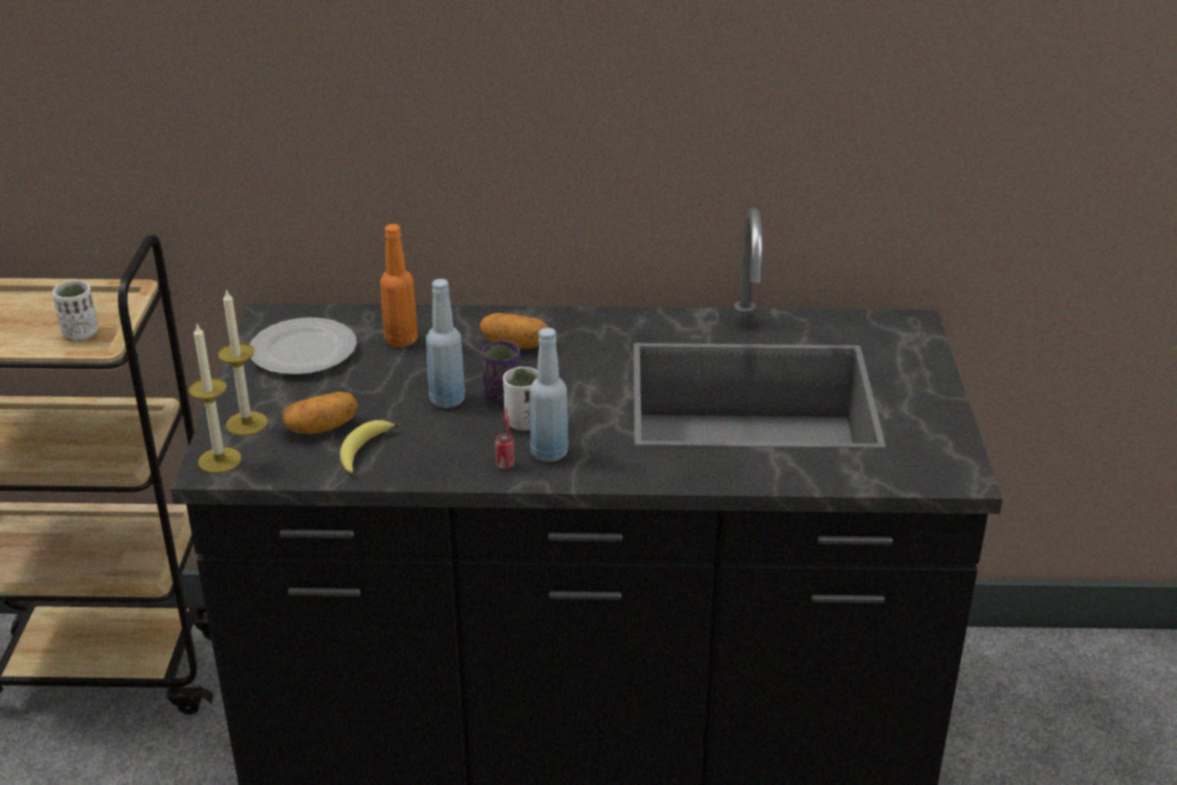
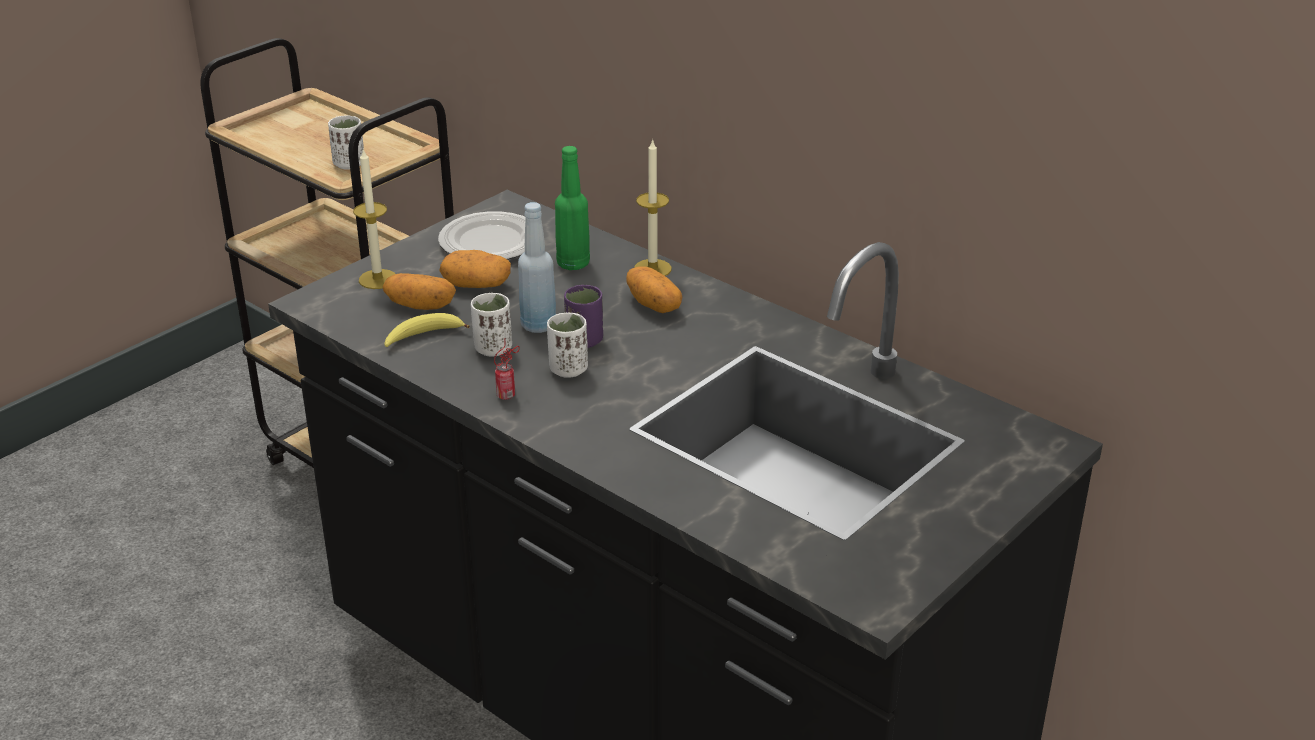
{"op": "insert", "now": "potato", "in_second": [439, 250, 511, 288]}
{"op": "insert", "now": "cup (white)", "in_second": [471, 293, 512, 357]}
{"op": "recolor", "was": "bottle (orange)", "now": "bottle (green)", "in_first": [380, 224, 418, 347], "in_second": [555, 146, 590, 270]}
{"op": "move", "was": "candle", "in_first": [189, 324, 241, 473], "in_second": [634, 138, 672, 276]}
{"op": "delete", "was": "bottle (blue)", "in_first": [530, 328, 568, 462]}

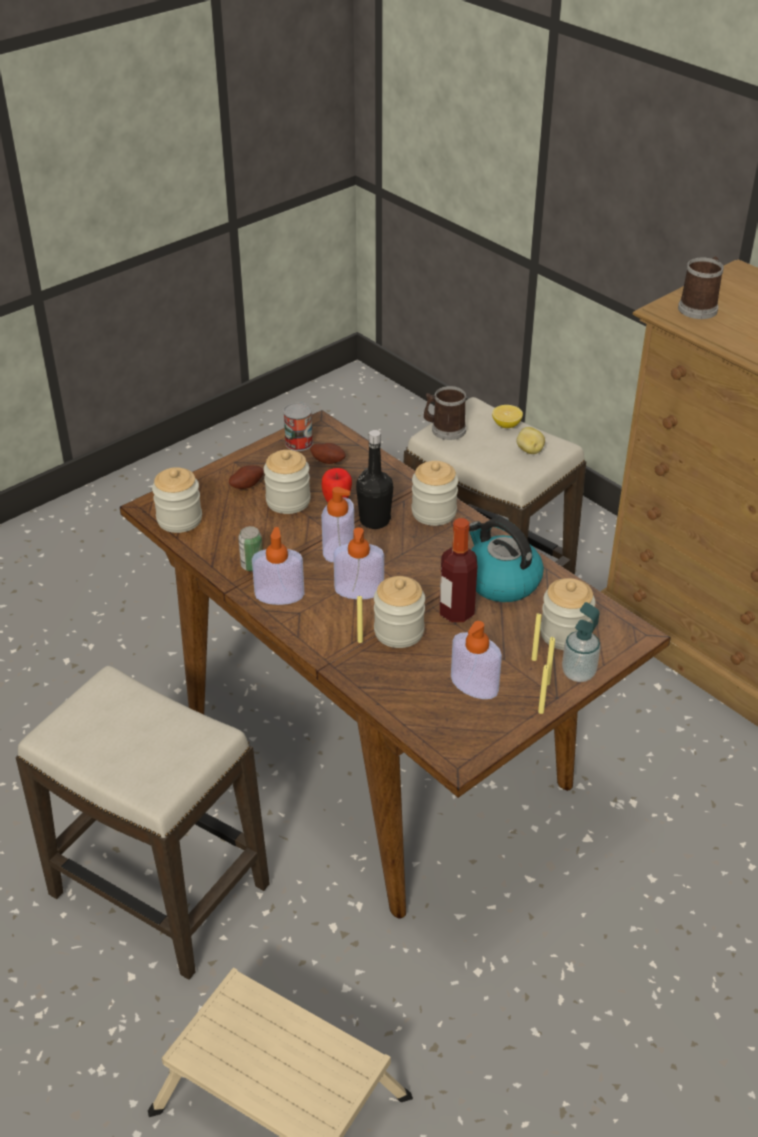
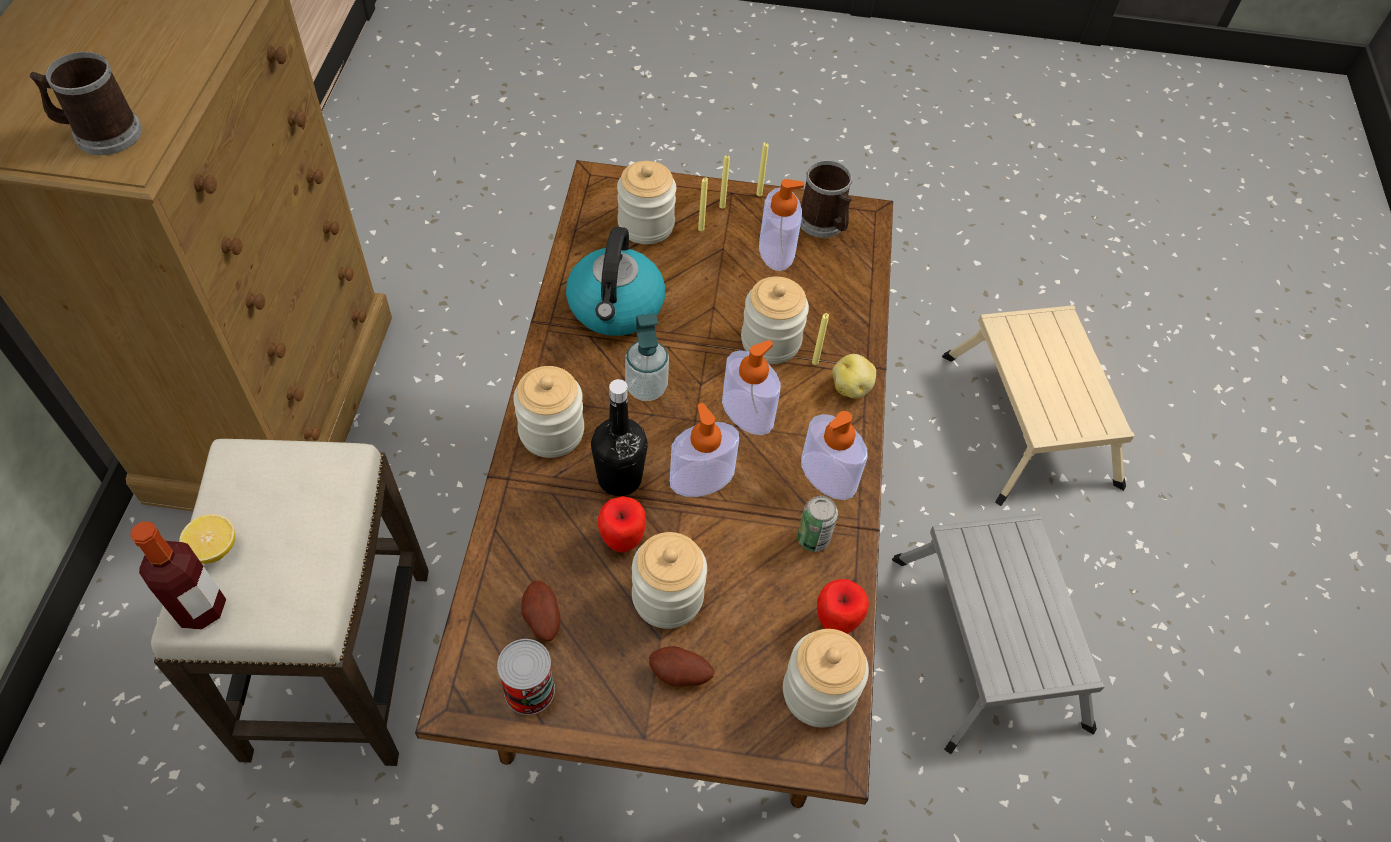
{"op": "move", "was": "bottle", "in_first": [439, 518, 478, 622], "in_second": [130, 521, 226, 630]}
{"op": "move", "was": "soap dispenser", "in_first": [562, 602, 601, 682], "in_second": [625, 314, 669, 401]}
{"op": "move", "was": "mug", "in_first": [424, 386, 467, 440], "in_second": [800, 160, 852, 238]}
{"op": "insert", "now": "apple", "in_second": [817, 579, 869, 634]}
{"op": "move", "was": "potato", "in_first": [517, 427, 545, 454], "in_second": [832, 354, 876, 399]}
{"op": "replace", "was": "stool", "now": "step ladder (grey)", "in_first": [16, 666, 270, 980], "in_second": [892, 514, 1105, 754]}

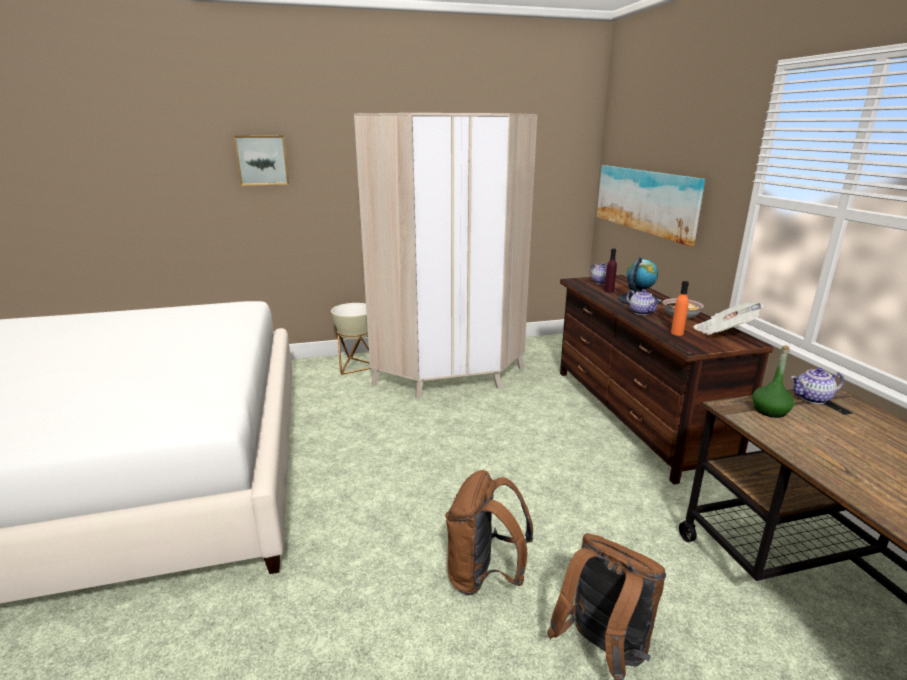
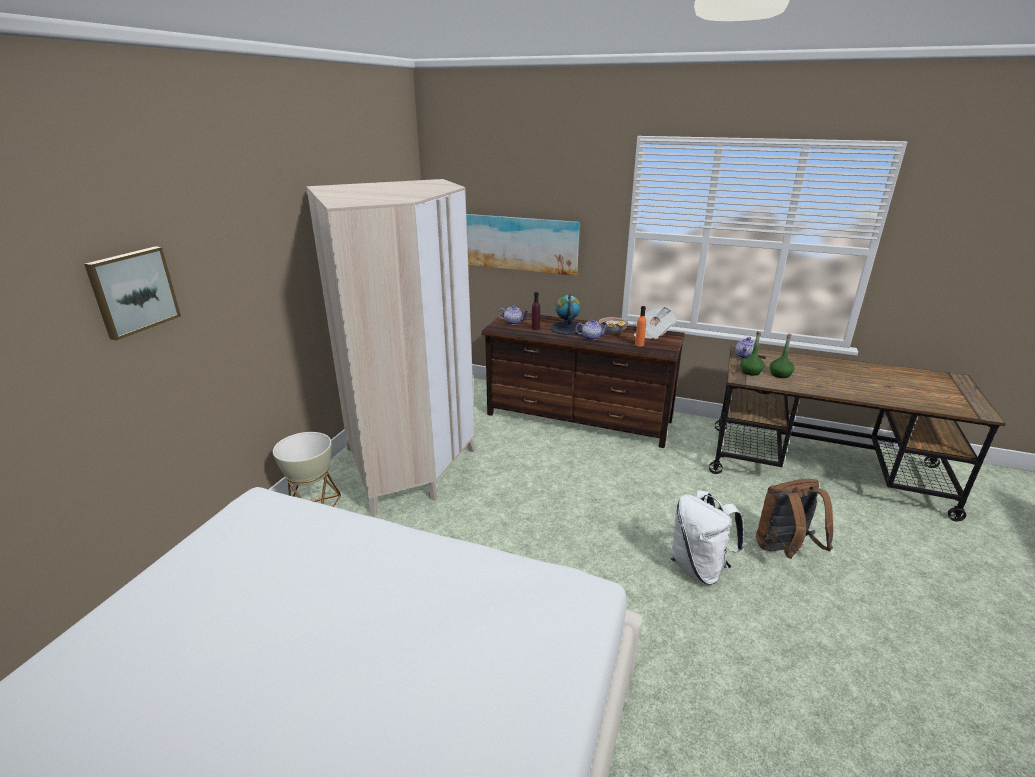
{"op": "recolor", "was": "backpack (brown)", "now": "backpack (white)", "in_first": [445, 470, 533, 595], "in_second": [670, 490, 744, 585]}
{"op": "insert", "now": "bottle (green)", "in_second": [770, 334, 794, 378]}

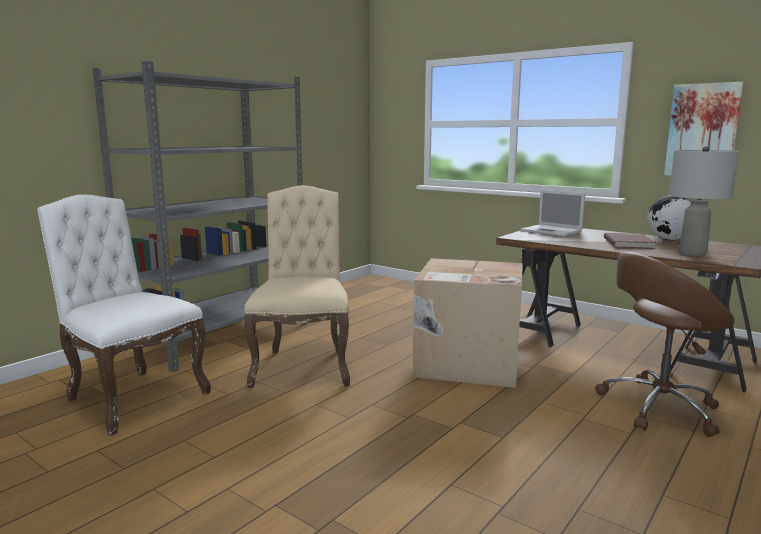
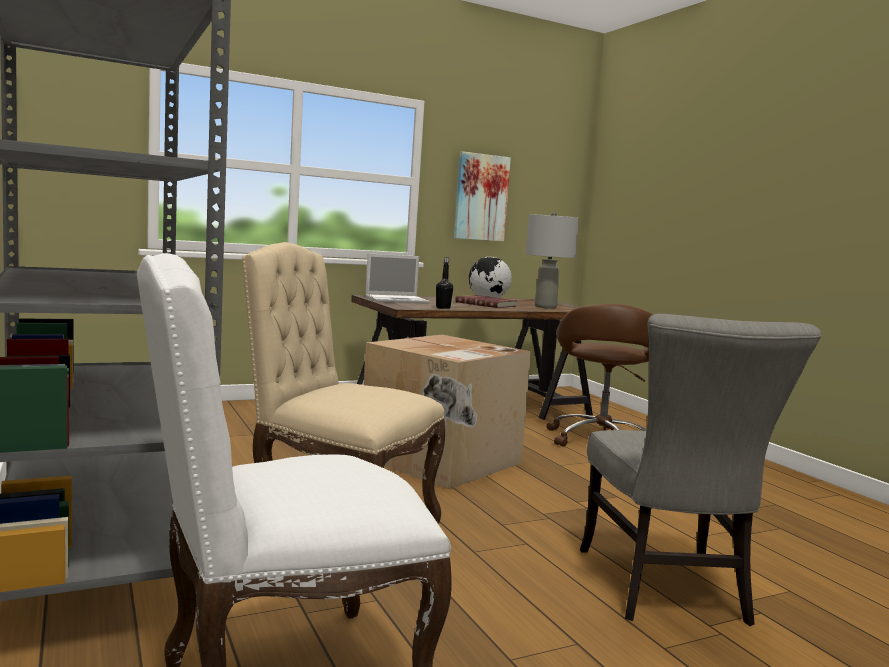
{"op": "insert", "now": "bottle (black)", "in_second": [436, 257, 453, 309]}
{"op": "insert", "now": "chair (grey)", "in_second": [580, 314, 822, 626]}

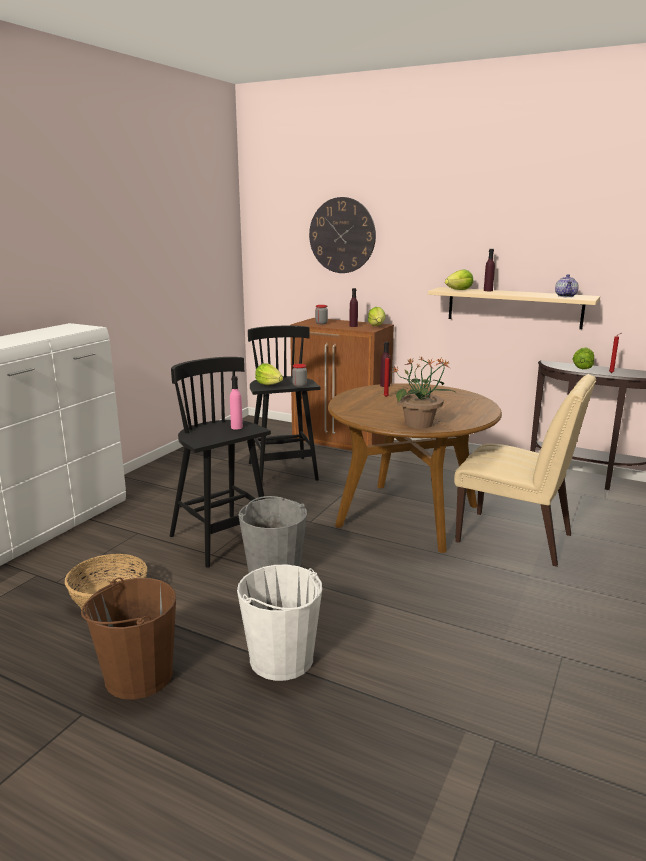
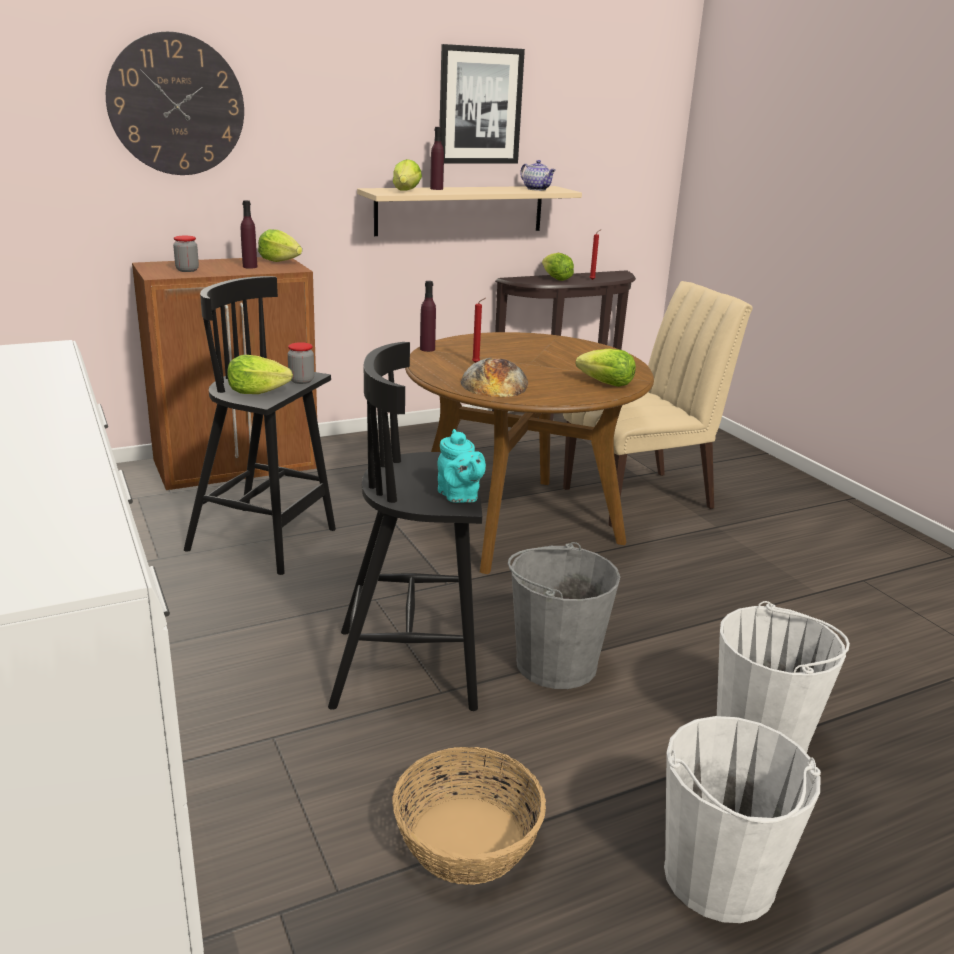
{"op": "insert", "now": "teapot (turquoise)", "in_second": [437, 429, 486, 503]}
{"op": "insert", "now": "picture", "in_second": [439, 44, 525, 164]}
{"op": "insert", "now": "bread", "in_second": [461, 358, 529, 397]}
{"op": "replace", "was": "potted plant", "now": "lettuce", "in_first": [392, 357, 456, 429], "in_second": [576, 349, 636, 387]}
{"op": "recolor", "was": "bucket (brown)", "now": "bucket (white)", "in_first": [81, 577, 176, 699], "in_second": [664, 716, 821, 923]}
{"op": "delete", "was": "bottle (pink)", "in_first": [230, 376, 243, 430]}

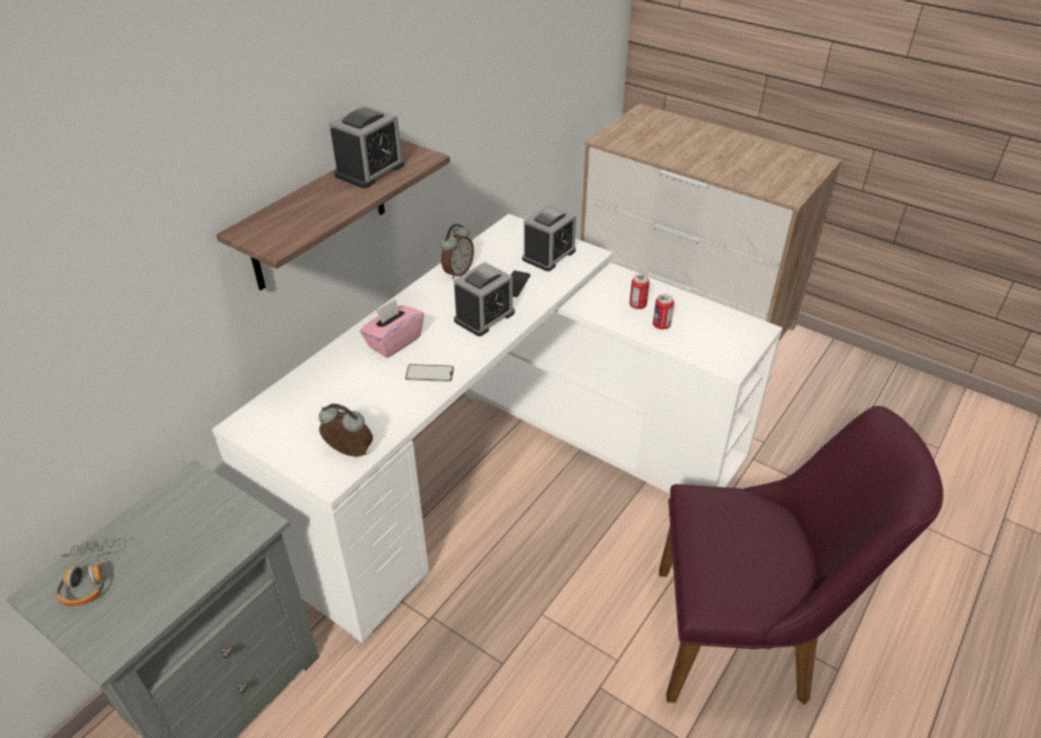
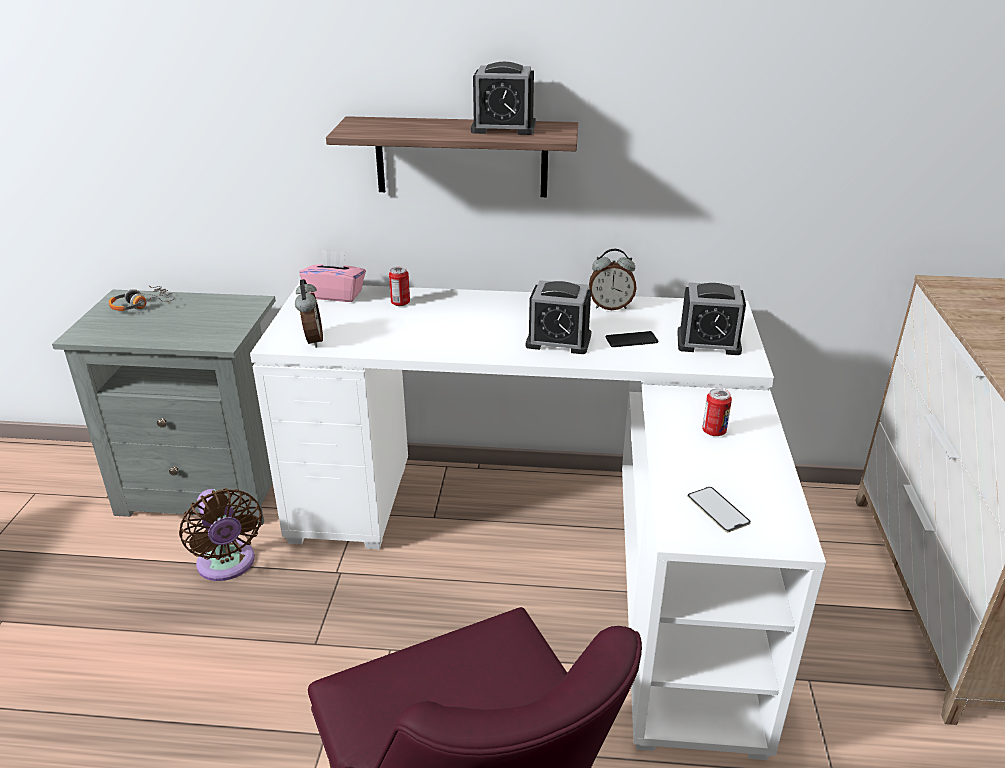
{"op": "insert", "now": "fan (brown)", "in_second": [179, 488, 262, 581]}
{"op": "move", "was": "tissue box (pink)", "in_first": [360, 299, 424, 358], "in_second": [299, 250, 366, 302]}
{"op": "move", "was": "can", "in_first": [653, 294, 674, 329], "in_second": [389, 267, 410, 306]}
{"op": "move", "was": "phone", "in_first": [405, 364, 454, 382], "in_second": [687, 487, 751, 532]}

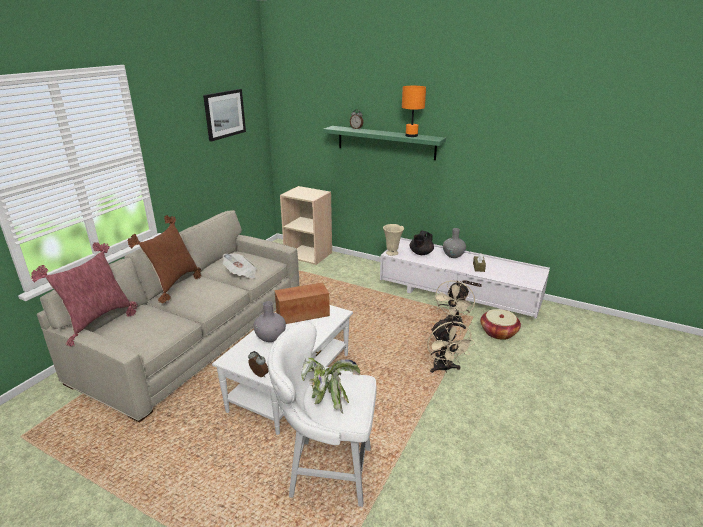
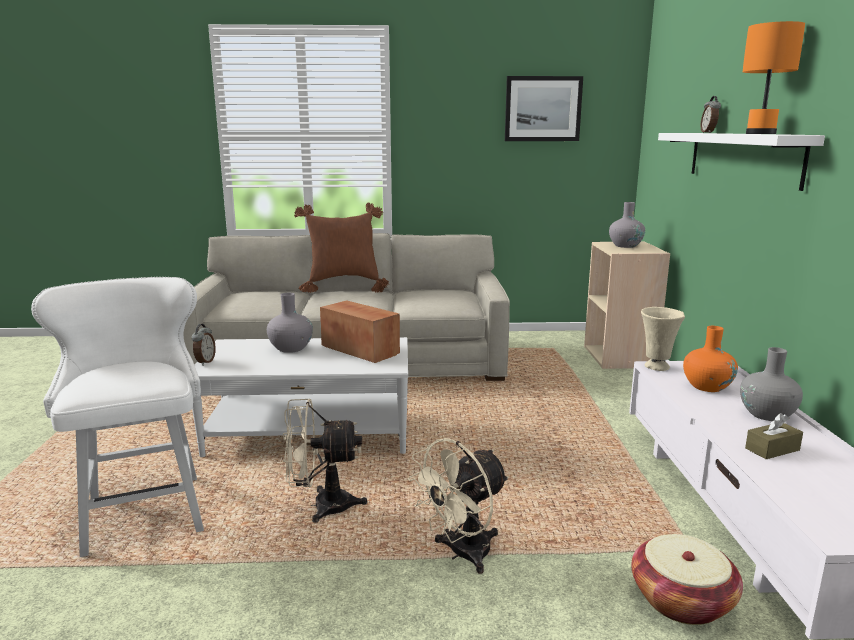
{"op": "move", "was": "fan (beige)", "in_first": [433, 280, 475, 329], "in_second": [283, 399, 367, 523]}
{"op": "insert", "now": "vase (grey)", "in_second": [609, 202, 645, 248]}
{"op": "recolor", "was": "shelf (green)", "now": "shelf (white)", "in_first": [323, 126, 446, 160], "in_second": [658, 133, 825, 191]}
{"op": "replace", "was": "teapot (black)", "now": "vase (orange)", "in_first": [410, 231, 434, 255], "in_second": [683, 326, 738, 392]}
{"op": "delete", "was": "pillow (red)", "in_first": [31, 243, 138, 346]}
{"op": "delete", "was": "newspaper", "in_first": [222, 253, 257, 279]}
{"op": "delete", "was": "potted plant", "in_first": [301, 358, 360, 414]}

